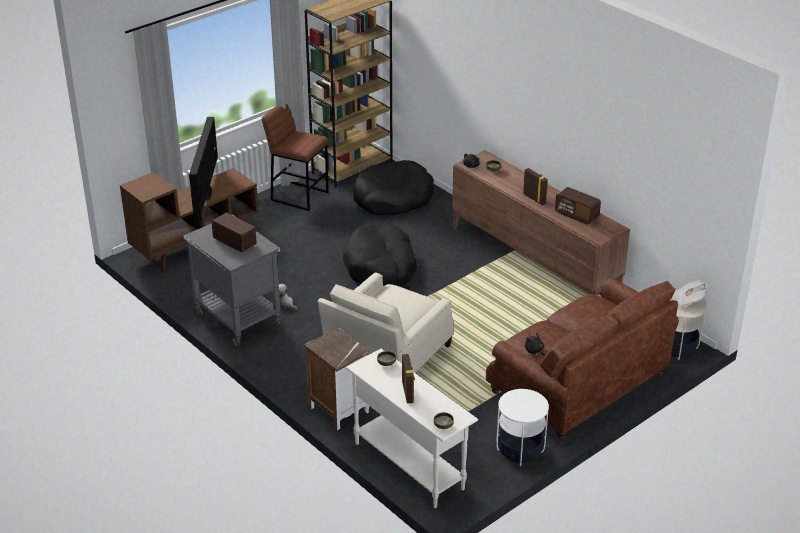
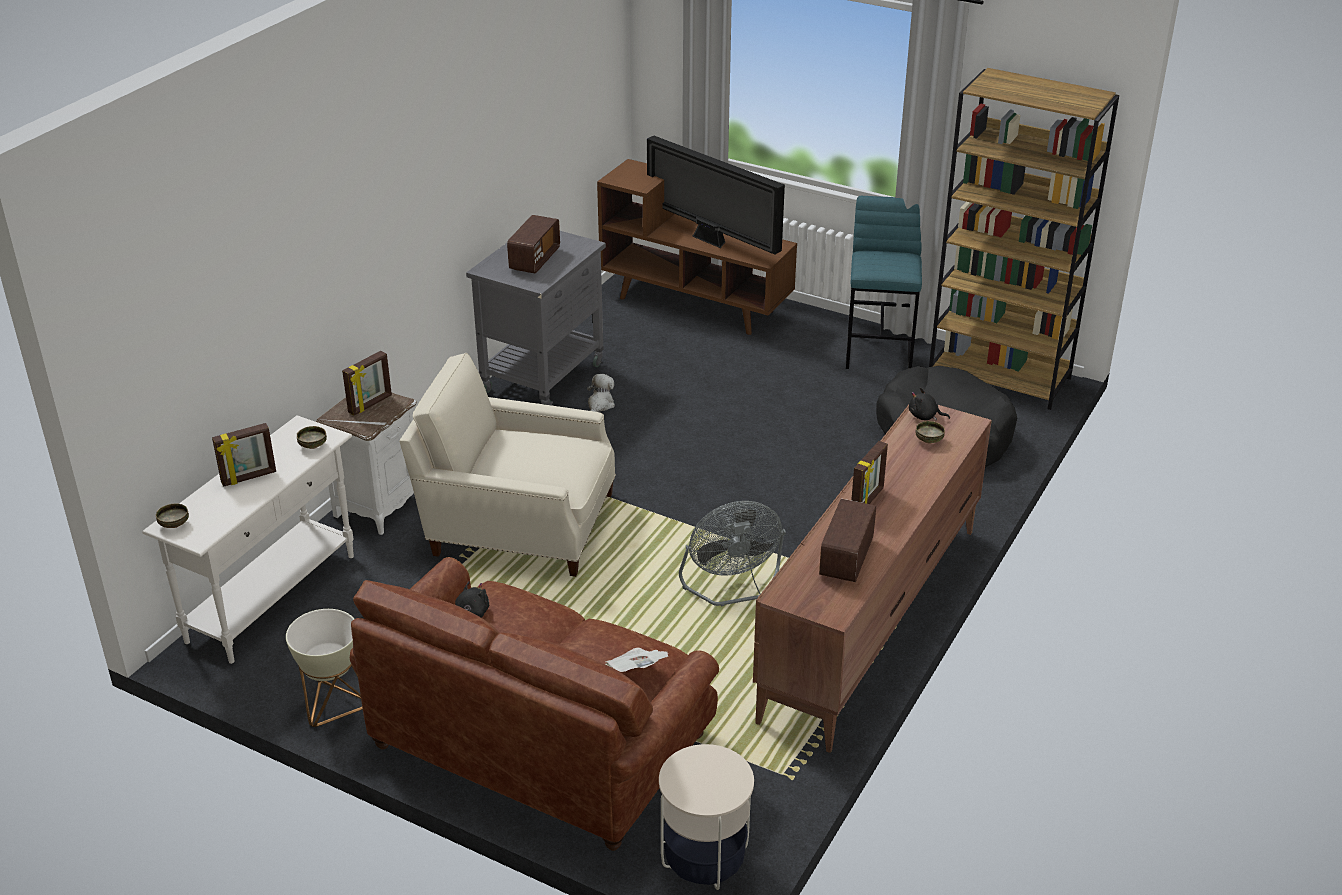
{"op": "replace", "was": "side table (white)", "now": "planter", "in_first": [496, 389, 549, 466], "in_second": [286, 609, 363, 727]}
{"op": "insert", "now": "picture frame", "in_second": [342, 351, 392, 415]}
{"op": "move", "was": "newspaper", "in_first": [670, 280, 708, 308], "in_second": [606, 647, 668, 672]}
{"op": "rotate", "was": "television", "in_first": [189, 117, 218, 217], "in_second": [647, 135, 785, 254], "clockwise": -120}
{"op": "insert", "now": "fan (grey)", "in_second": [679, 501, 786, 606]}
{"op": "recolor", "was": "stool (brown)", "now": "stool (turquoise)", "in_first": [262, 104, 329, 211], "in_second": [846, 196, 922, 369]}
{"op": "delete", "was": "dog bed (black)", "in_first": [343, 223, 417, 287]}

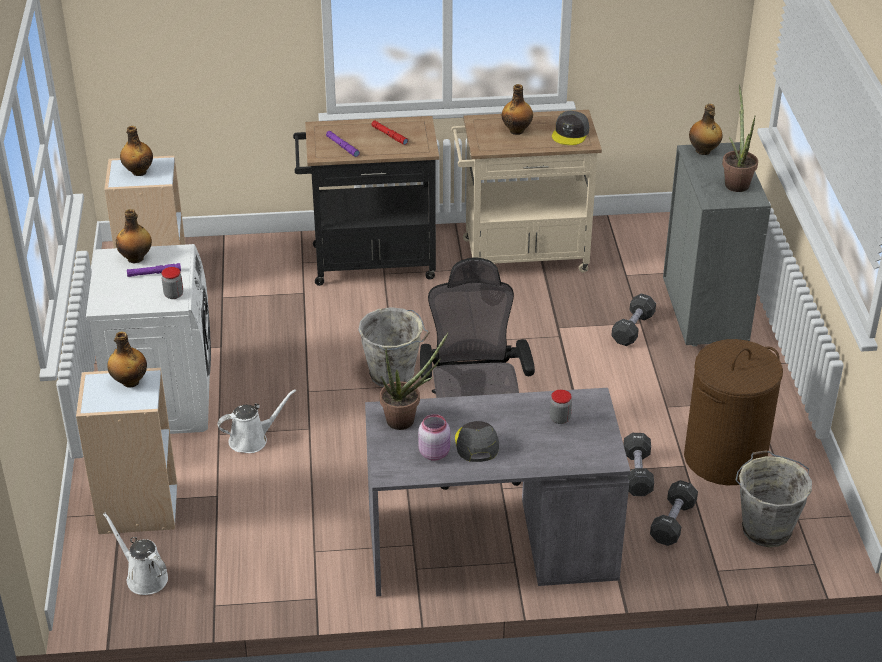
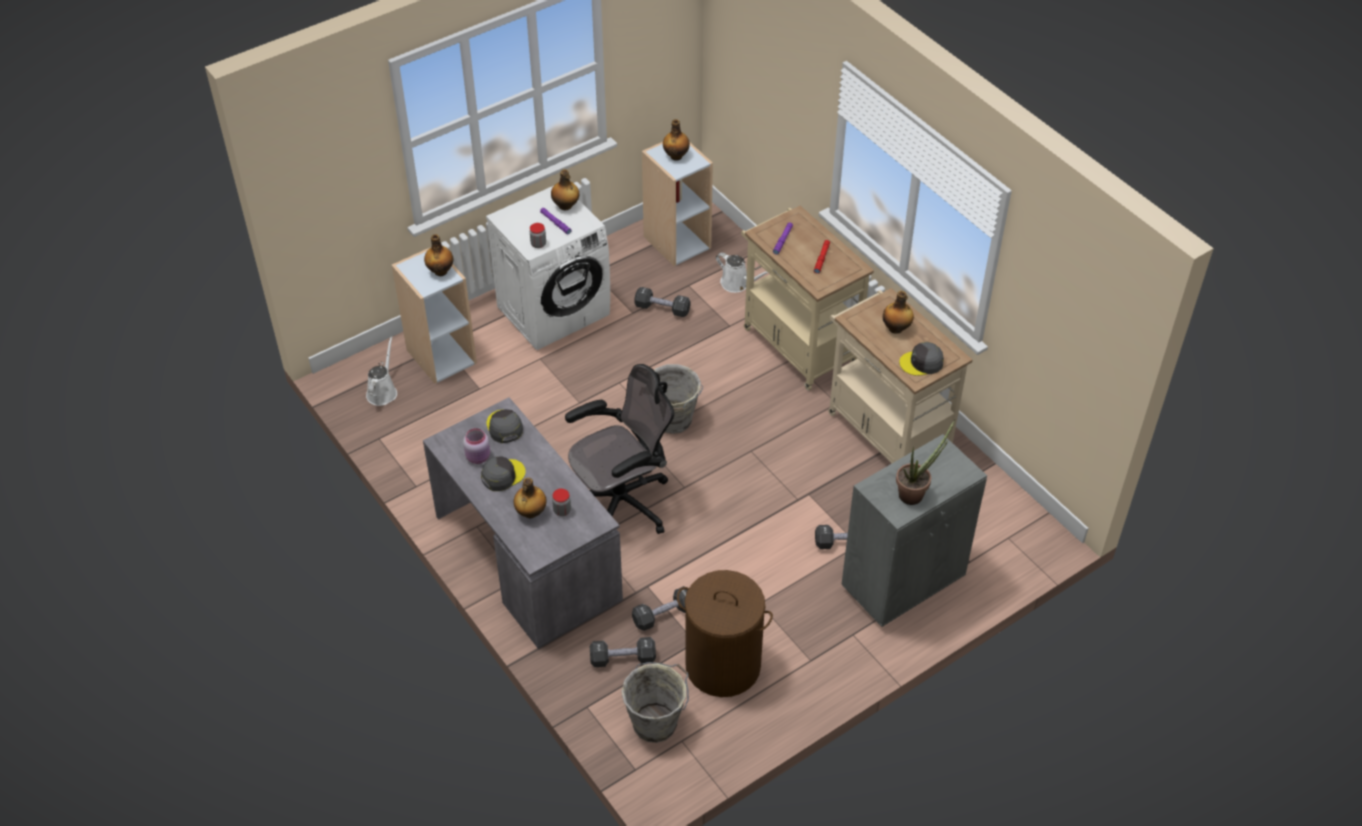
{"op": "replace", "was": "potted plant", "now": "cap (grey)", "in_first": [380, 333, 448, 430], "in_second": [486, 409, 523, 443]}
{"op": "move", "was": "bottle", "in_first": [689, 104, 723, 155], "in_second": [514, 477, 547, 518]}
{"op": "insert", "now": "dumbbell (black)", "in_second": [634, 287, 690, 317]}
{"op": "move", "was": "watering can (white)", "in_first": [217, 389, 296, 453], "in_second": [716, 252, 768, 293]}
{"op": "recolor", "was": "cart (black)", "now": "cart (beige)", "in_first": [293, 116, 439, 286], "in_second": [741, 206, 874, 391]}

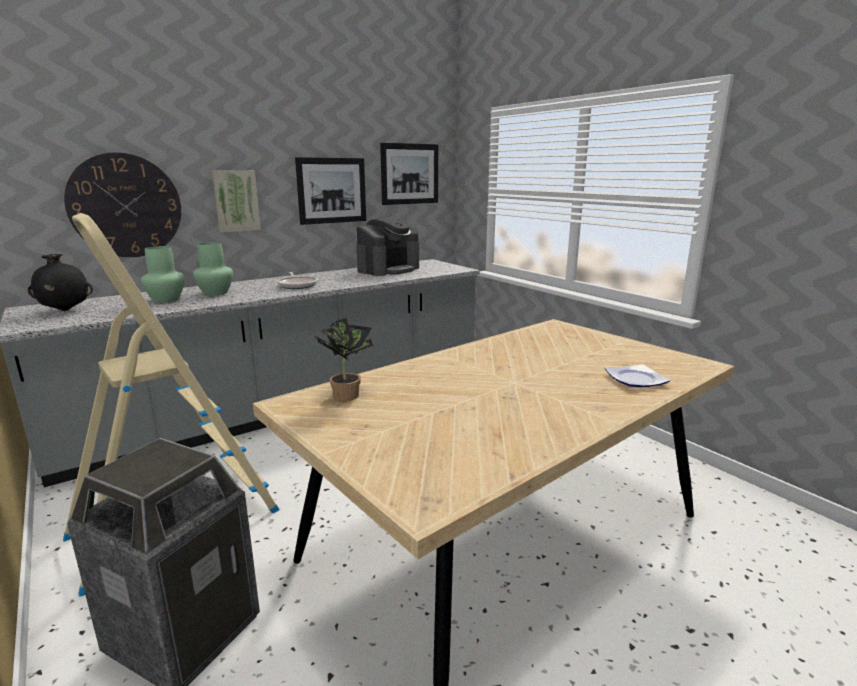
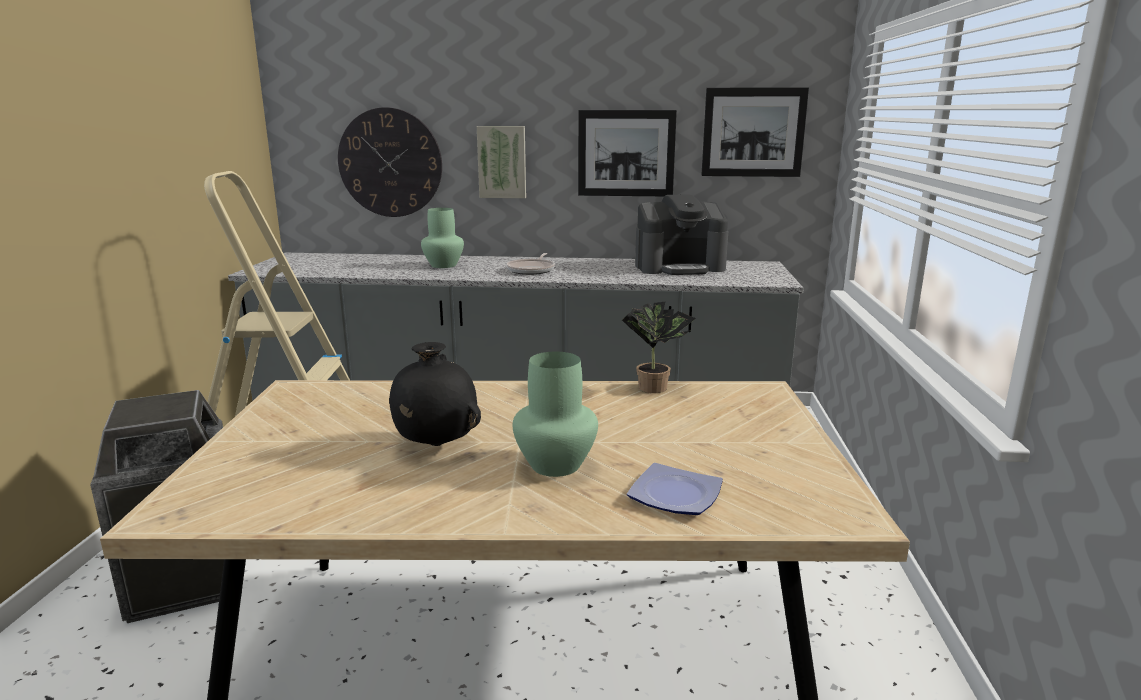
{"op": "move", "was": "vase (black)", "in_first": [28, 254, 93, 311], "in_second": [389, 342, 481, 446]}
{"op": "move", "was": "vase (green)", "in_first": [141, 246, 185, 303], "in_second": [513, 352, 598, 477]}
{"op": "move", "was": "potted plant", "in_first": [314, 318, 373, 401], "in_second": [622, 302, 696, 393]}

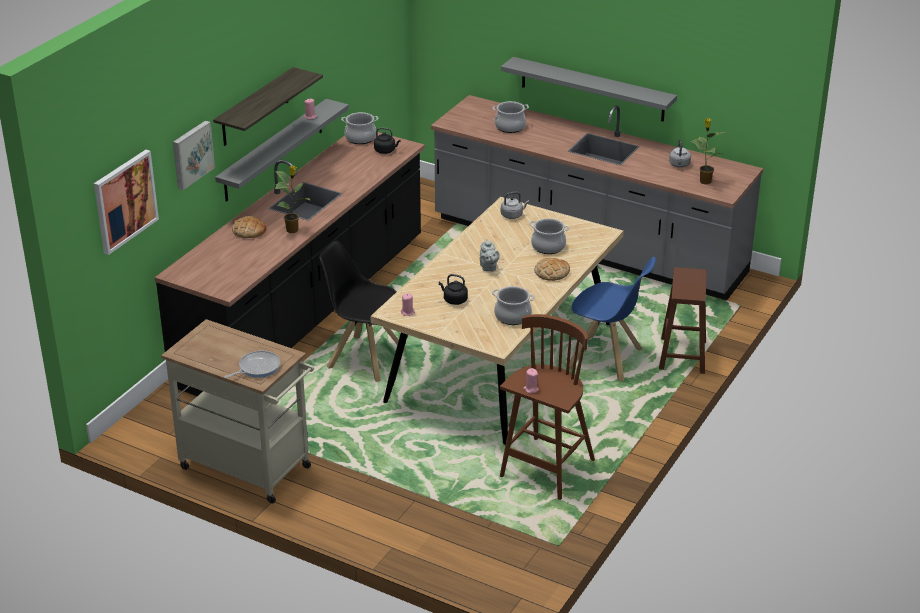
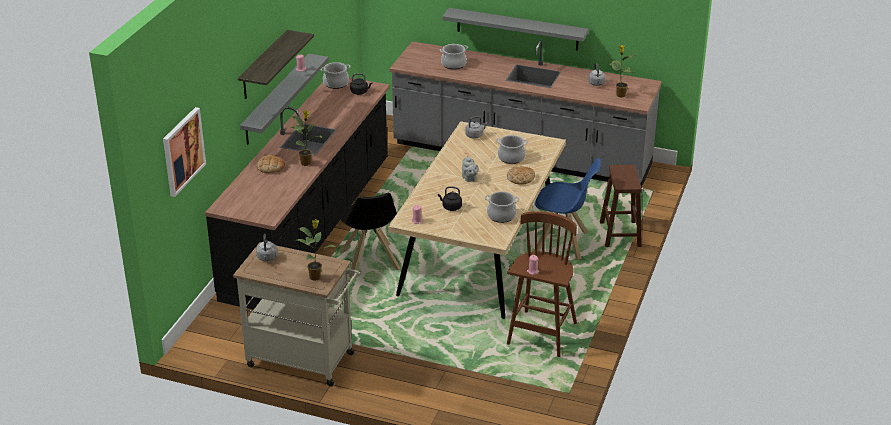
{"op": "insert", "now": "kettle (grey)", "in_second": [256, 234, 278, 261]}
{"op": "replace", "was": "frying pan", "now": "potted plant", "in_first": [225, 351, 280, 378], "in_second": [294, 219, 335, 281]}
{"op": "rotate", "was": "chair (black)", "in_first": [319, 241, 407, 382], "in_second": [339, 193, 400, 278], "clockwise": -120}
{"op": "delete", "was": "picture", "in_first": [173, 121, 215, 190]}

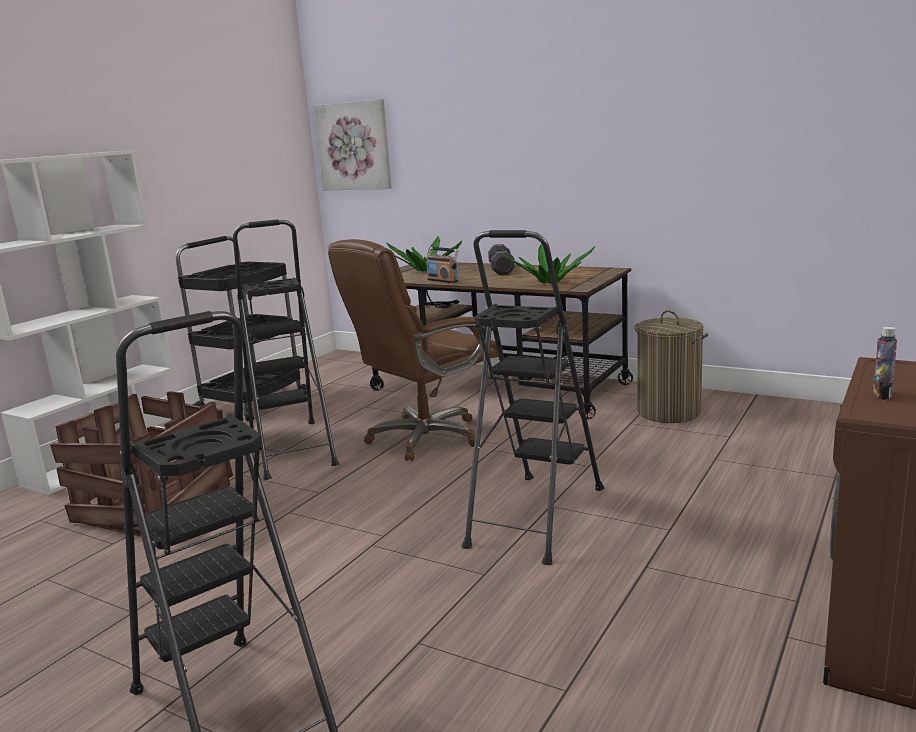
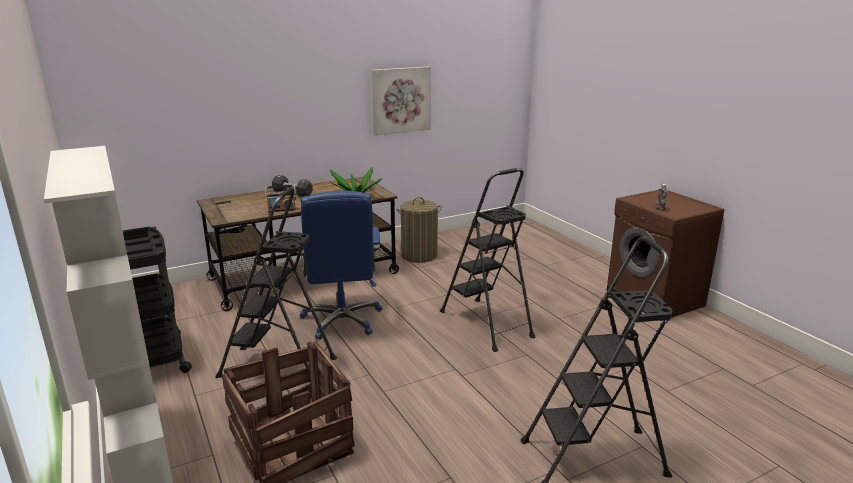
{"op": "recolor", "was": "office chair (brown)", "now": "office chair (blue)", "in_first": [328, 239, 498, 461], "in_second": [295, 191, 383, 340]}
{"op": "move", "was": "picture", "in_first": [313, 99, 392, 191], "in_second": [371, 66, 431, 136]}
{"op": "delete", "was": "potted plant", "in_first": [386, 236, 462, 271]}

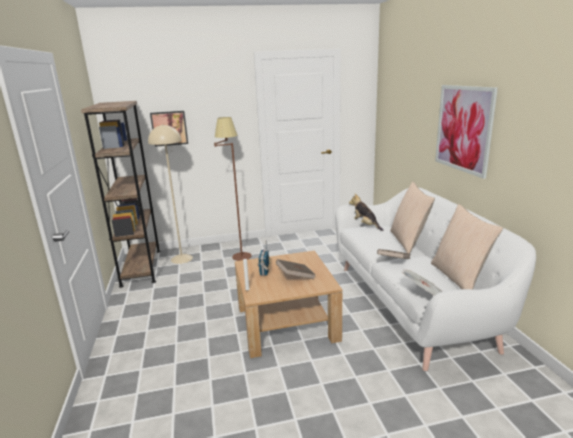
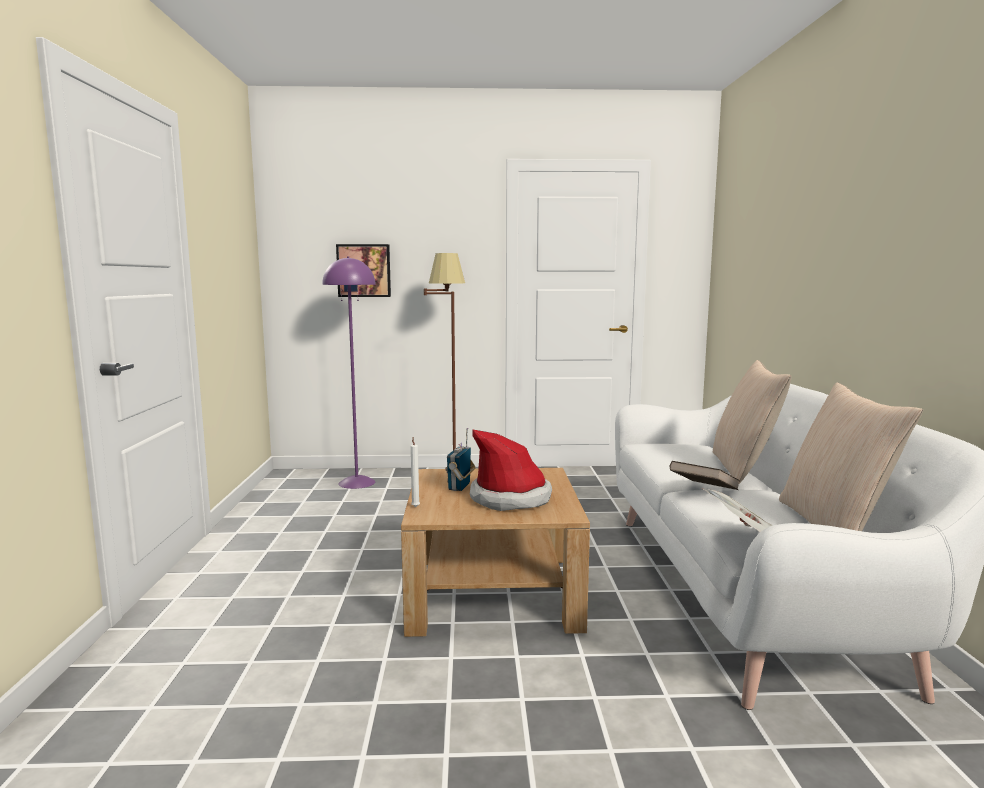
{"op": "recolor", "was": "floor lamp (beige)", "now": "floor lamp (purple)", "in_first": [148, 124, 193, 264], "in_second": [322, 256, 376, 489]}
{"op": "replace", "was": "book (brown)", "now": "hat", "in_first": [276, 259, 316, 279], "in_second": [470, 430, 552, 511]}
{"op": "delete", "was": "bookcase (brown)", "in_first": [81, 101, 161, 288]}
{"op": "delete", "was": "plush toy", "in_first": [349, 194, 383, 231]}
{"op": "delete", "was": "picture", "in_first": [435, 85, 498, 179]}

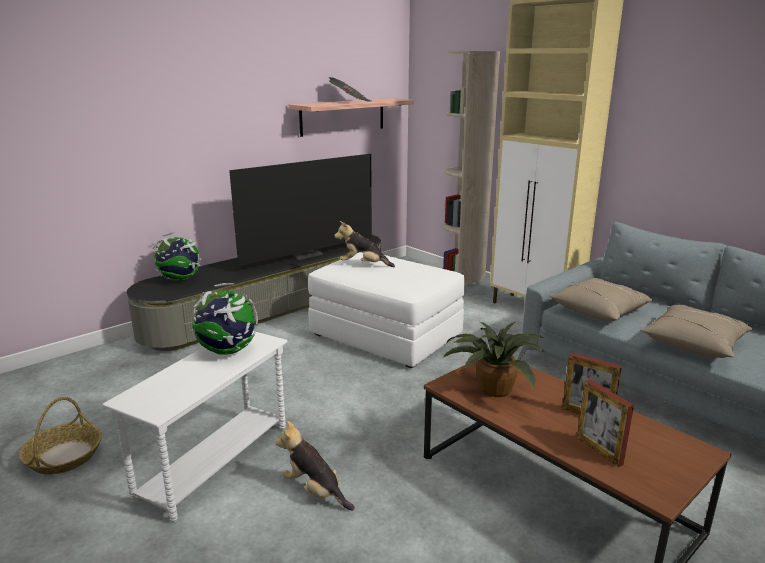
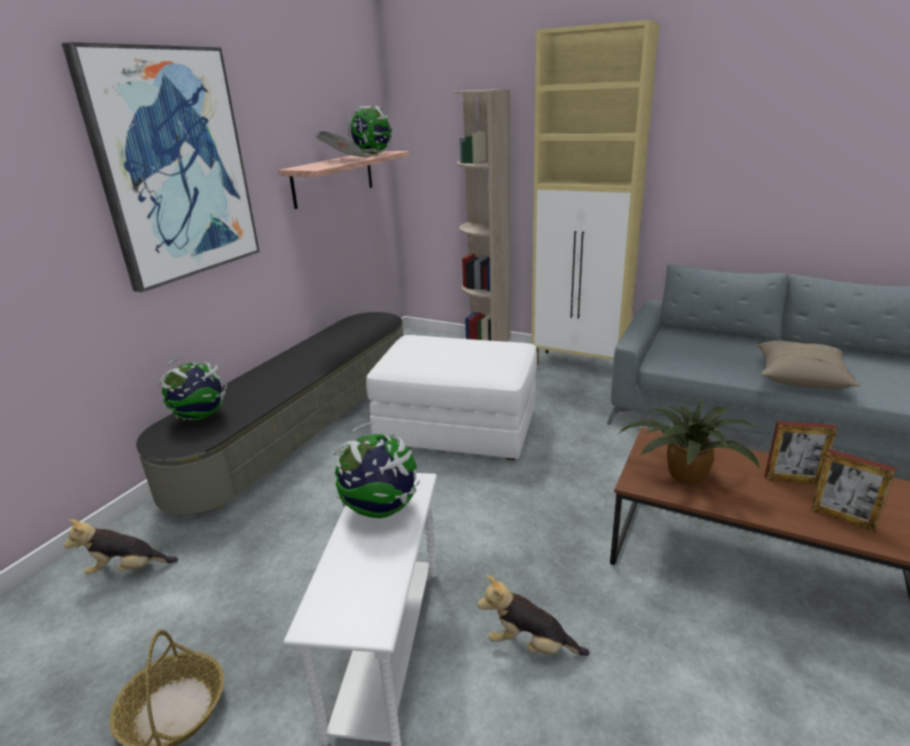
{"op": "insert", "now": "picture", "in_second": [61, 42, 260, 292]}
{"op": "move", "was": "plush toy", "in_first": [334, 221, 395, 267], "in_second": [64, 519, 178, 575]}
{"op": "insert", "now": "globe", "in_second": [348, 106, 393, 155]}
{"op": "delete", "was": "television", "in_first": [229, 154, 372, 266]}
{"op": "delete", "was": "pillow (beige)", "in_first": [550, 278, 653, 321]}

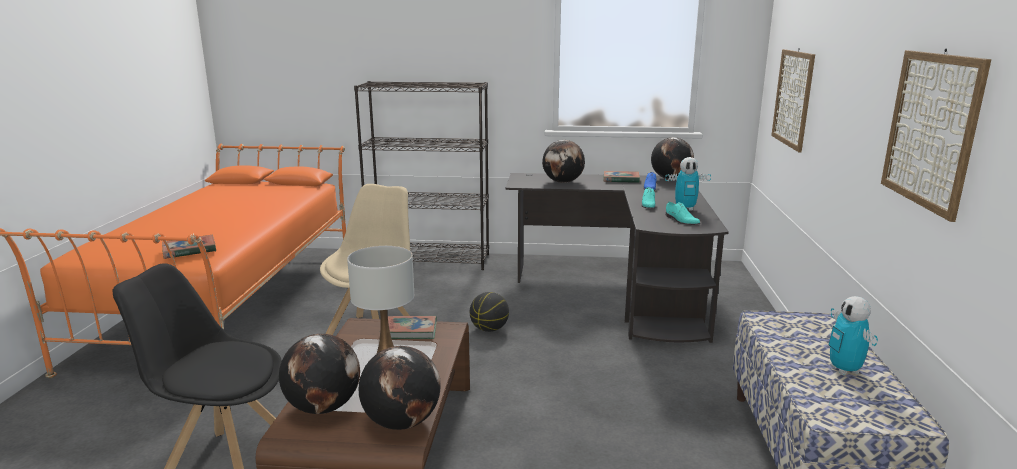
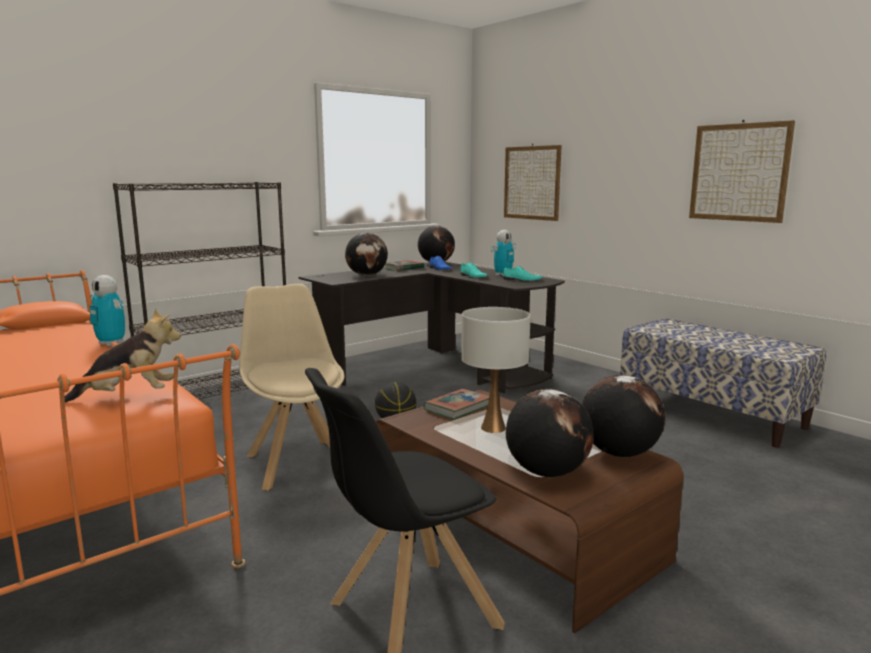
{"op": "replace", "was": "book", "now": "plush toy", "in_first": [162, 234, 216, 259], "in_second": [65, 309, 181, 403]}
{"op": "move", "was": "toy robot", "in_first": [829, 296, 878, 375], "in_second": [90, 275, 125, 346]}

